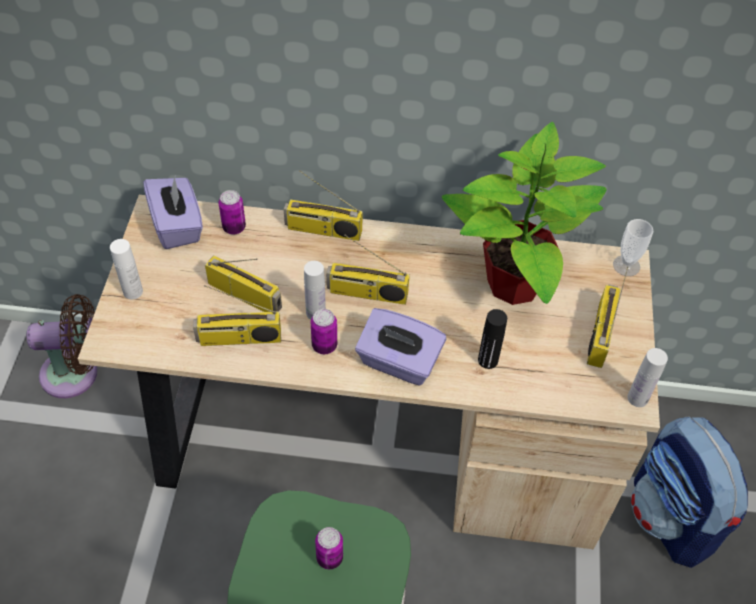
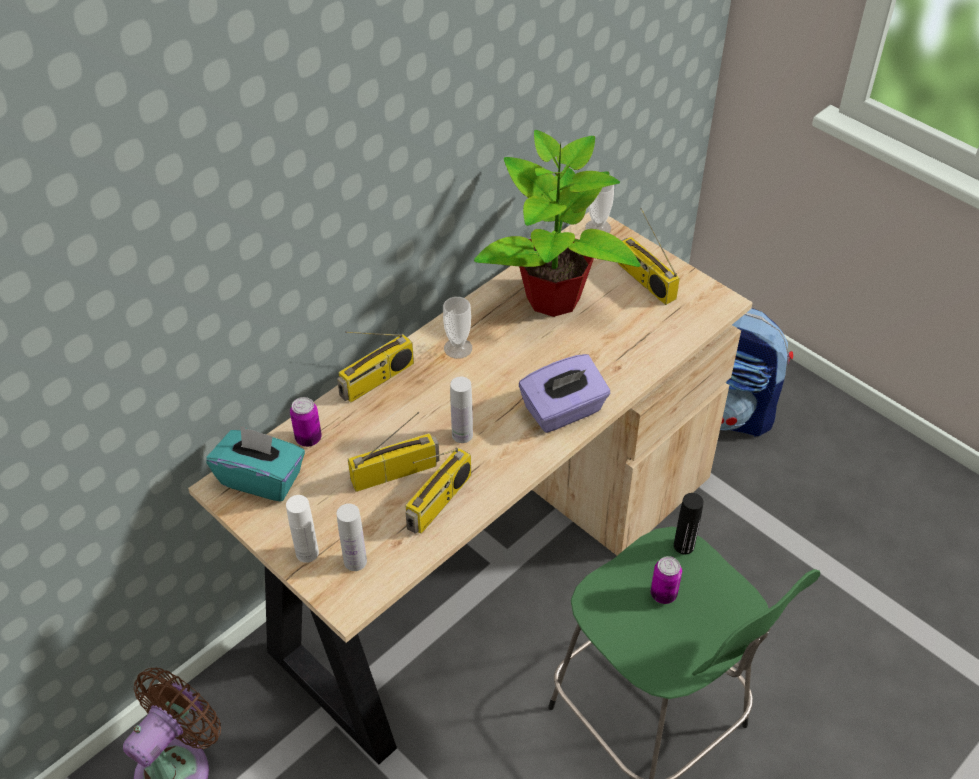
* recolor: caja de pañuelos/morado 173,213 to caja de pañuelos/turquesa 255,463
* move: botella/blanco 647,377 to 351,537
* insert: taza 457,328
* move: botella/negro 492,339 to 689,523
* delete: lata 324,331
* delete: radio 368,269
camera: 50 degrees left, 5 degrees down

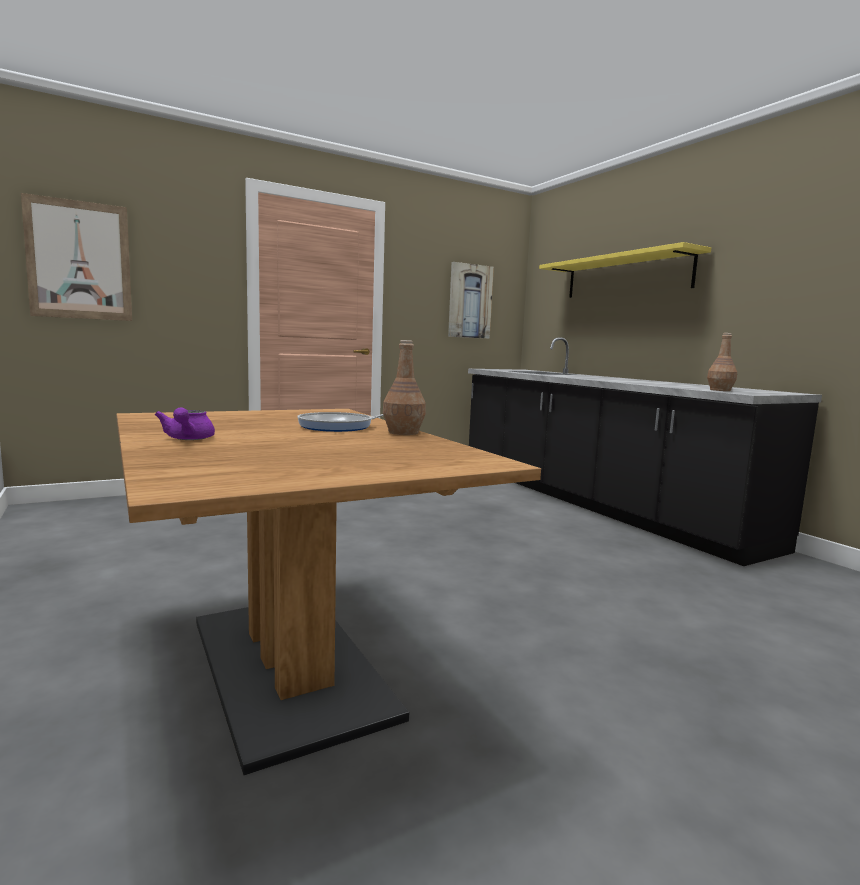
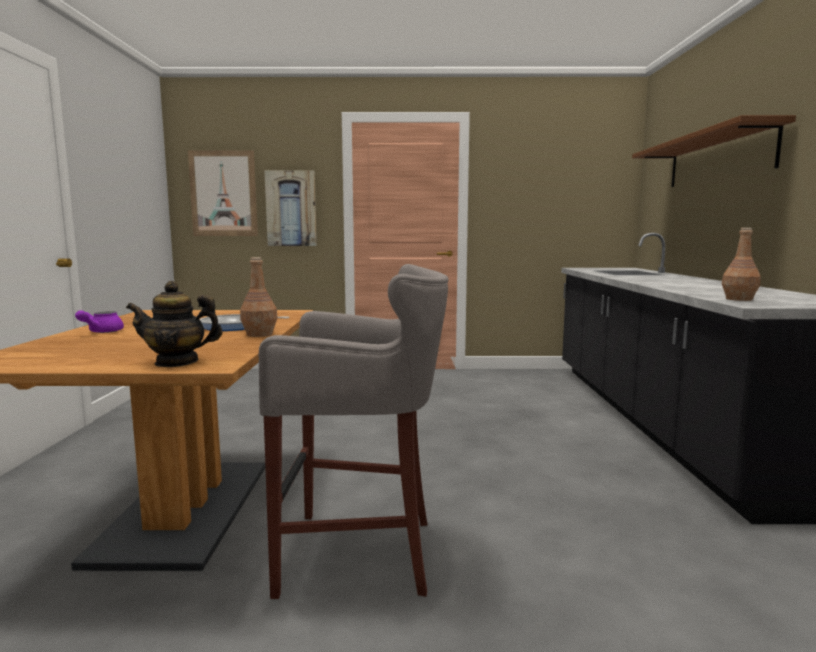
* insert: tetera 174,324
* insert: taburete/gris 354,431
* move: cuadro 471,300 to 290,208
* recolor: estante/amarillo 625,270 to estante/marrón 714,151
camera: 30 degrees right, 0 degrees up

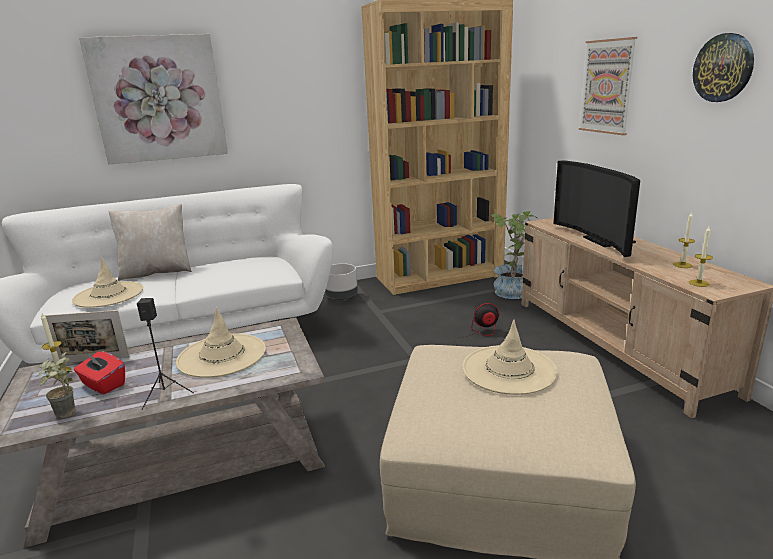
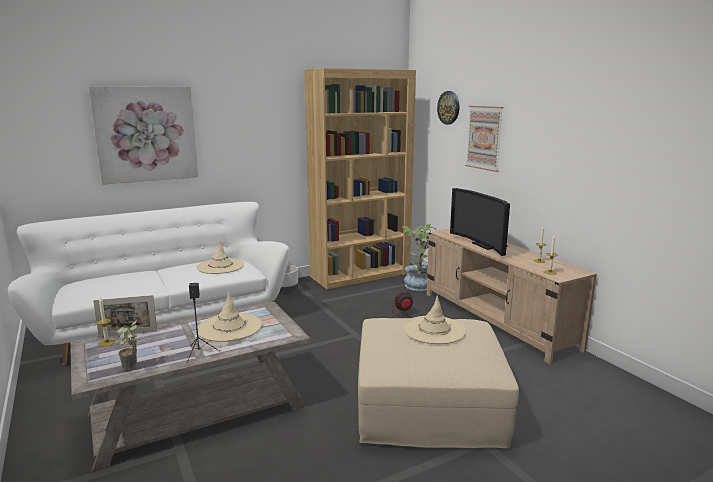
* move: sombrero/beis 107,282 to 220,256
* move: reloj de pared 723,67 to 448,108
* delete: caja de pañuelos/rojo 99,373
* delete: cojín/beis 150,242
camera: 10 degrees left, 5 degrees down

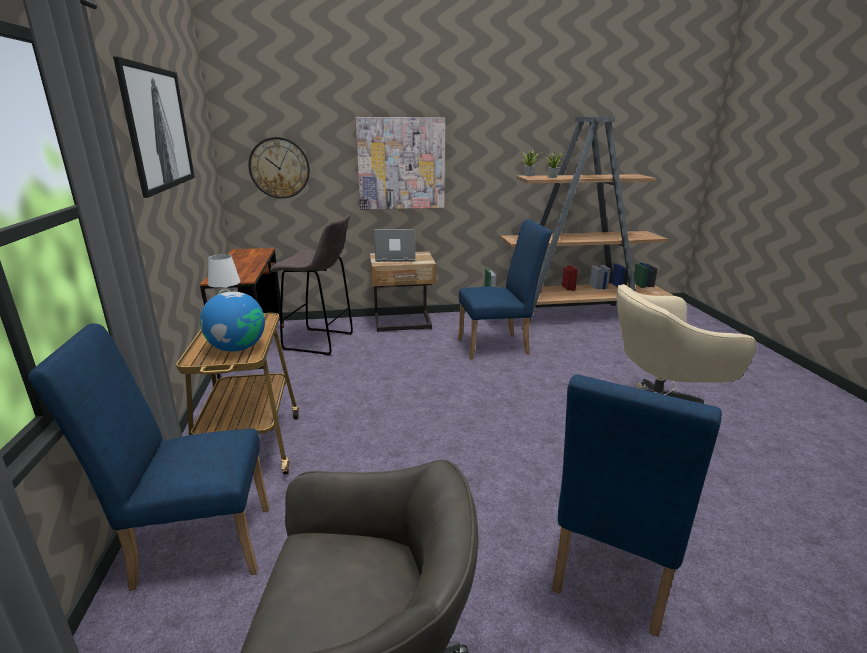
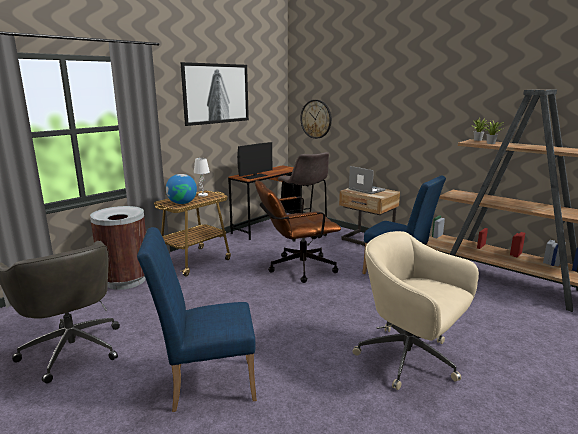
* replace: silla/azul 148,457 to papelera/marrón 118,248
* insert: monitor 254,160
* insert: silla de oficina/marrón 298,231
* delete: cuadro 400,163
camera: 50 degrees right, 5 degrees down

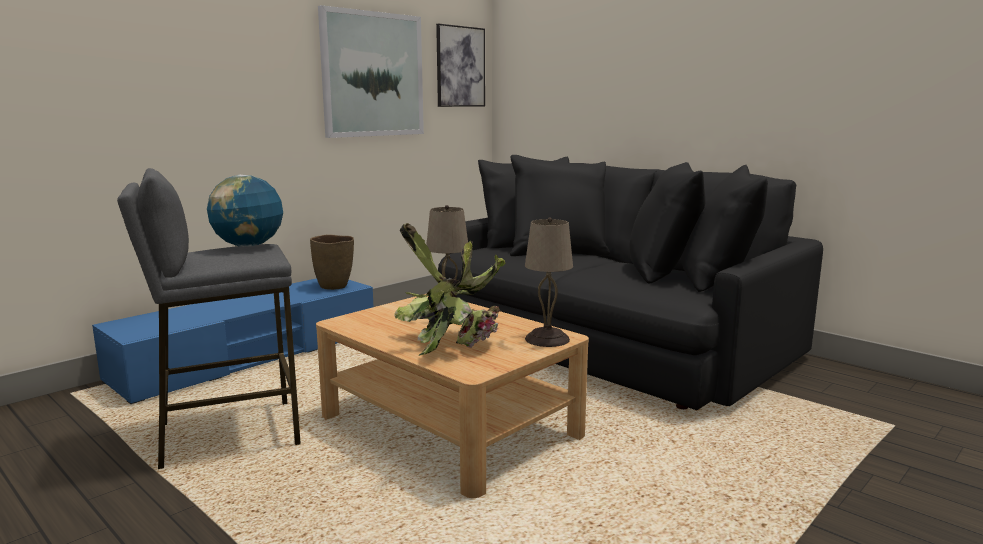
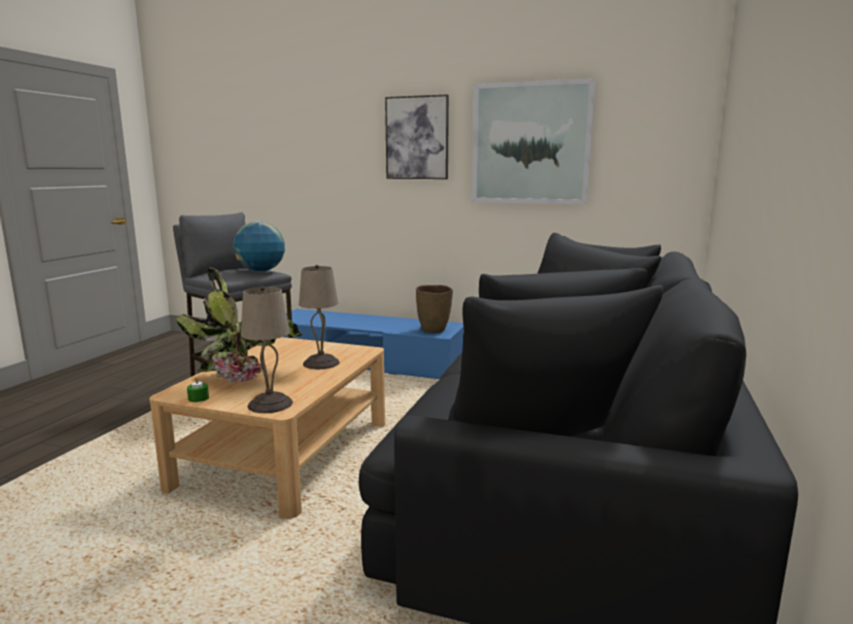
* insert: vela/verde 198,389
* move: cuadro 460,65 to 417,136
camera: 65 degrees right, 0 degrees up

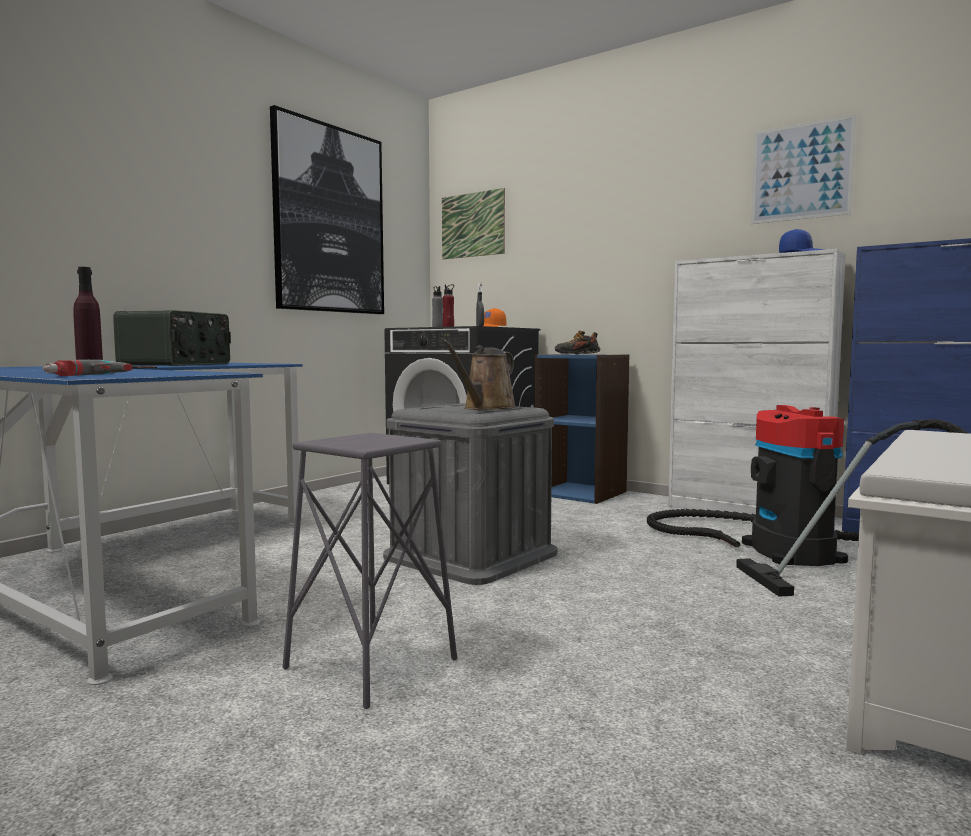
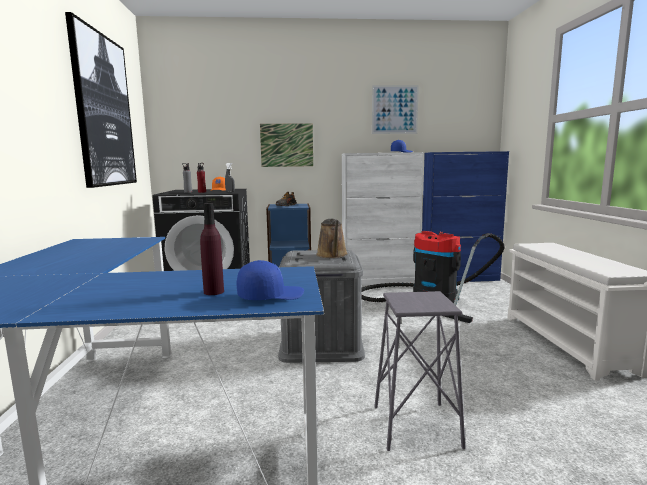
* replace: taladro 99,368 to gorra/azul 270,280
* move: cuadro 473,223 to 286,145
* delete: radio 172,338
camera: 40 degrees left, 5 degrees up

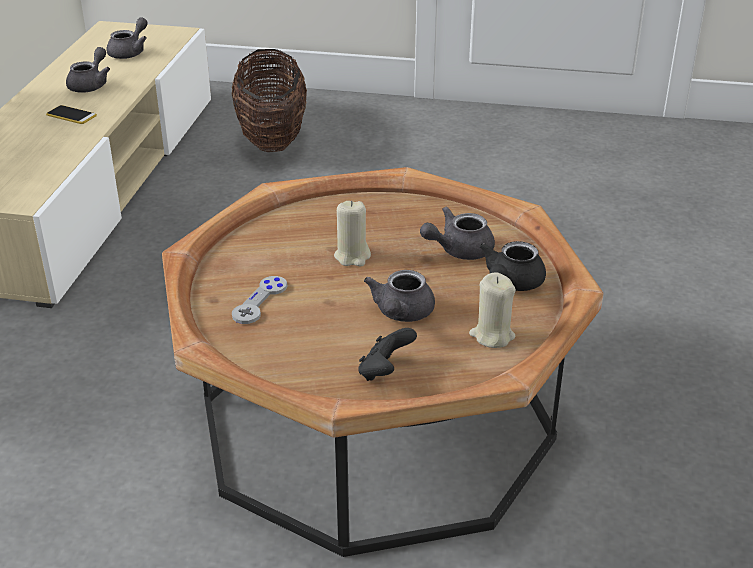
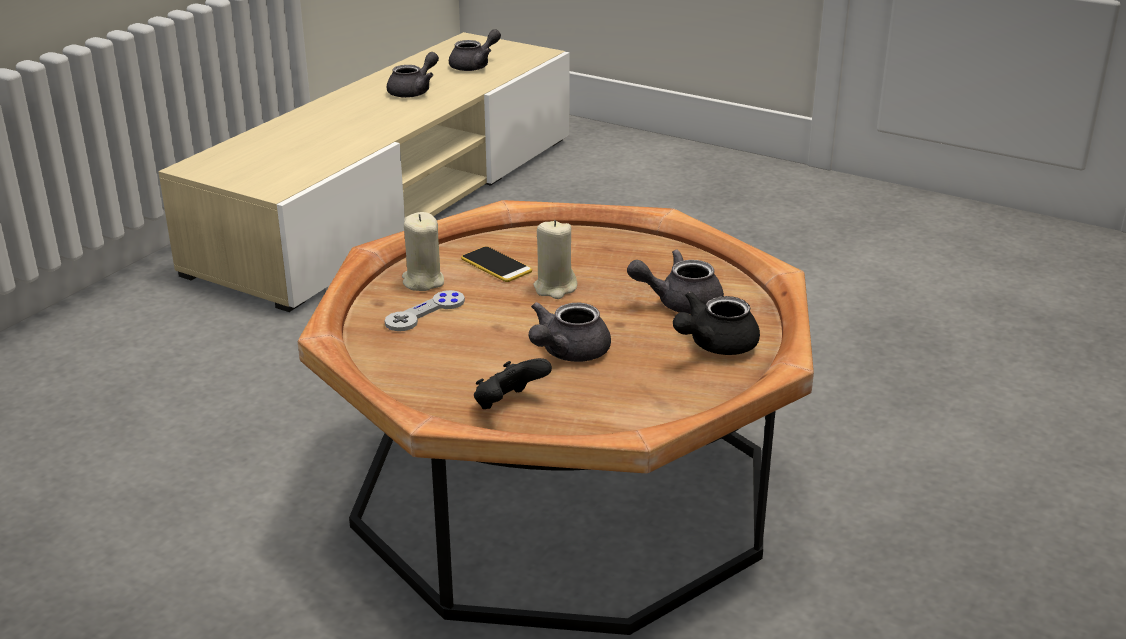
* move: vela/beis 492,310 to 423,251
* move: móvil 71,114 to 496,264
* delete: cesta 269,100
camera: 20 degrees right, 5 degrees down

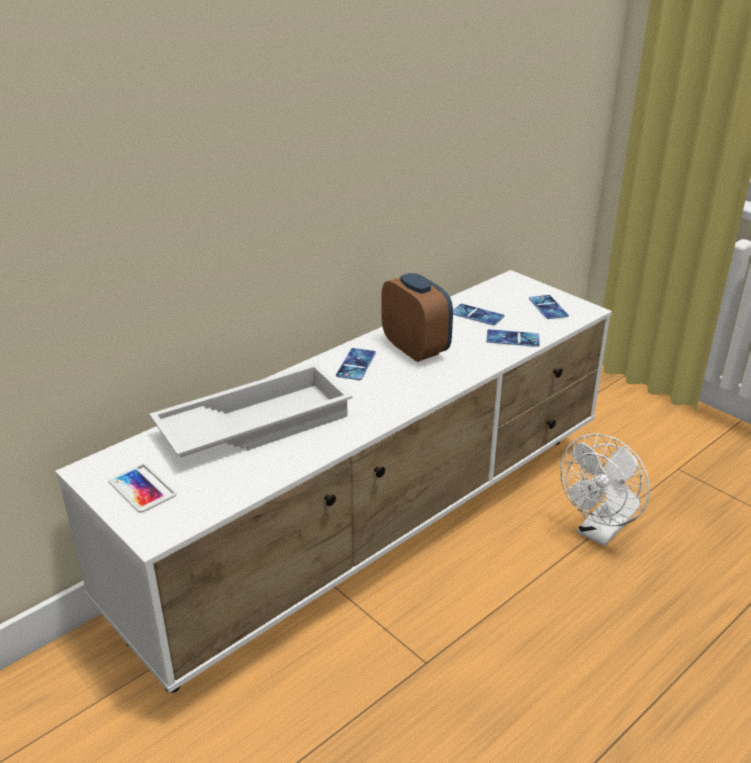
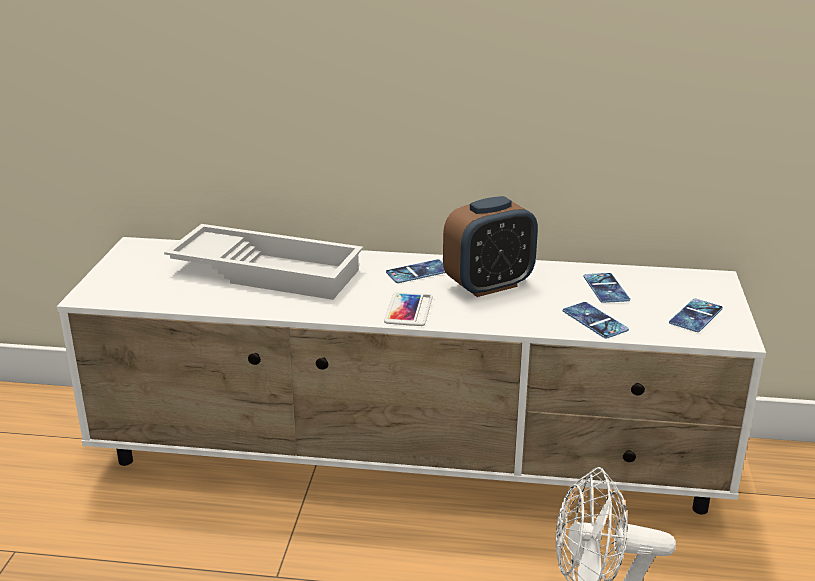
* move: móvil 142,488 to 408,309
* rotate: despertador 417,317 = 490,246 45 degrees clockwise
camera: 50 degrees right, 5 degrees down

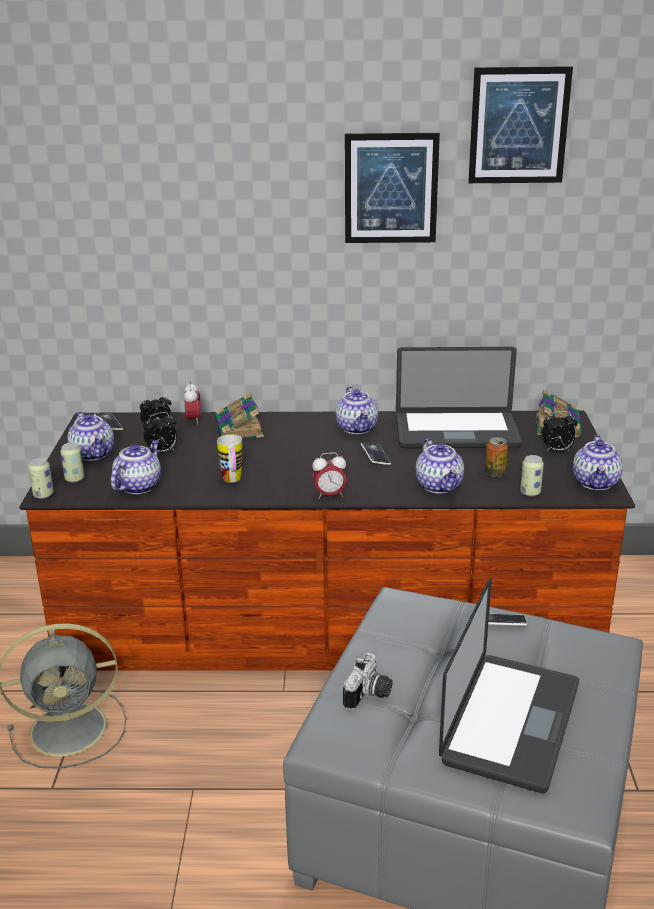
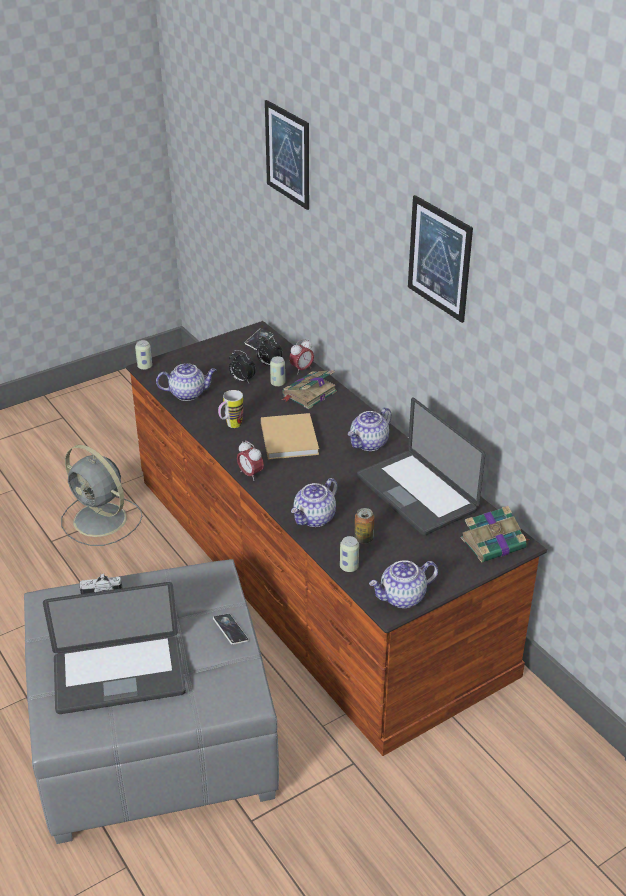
* insert: libro/beis 290,436
* move: cuadro 520,124 to 287,155
* move: lata 72,463 to 277,371
* delete: tetera 91,436
* delete: móvil 376,453
* delete: despertador 560,431
camera: 55 degrees right, 10 degrees up

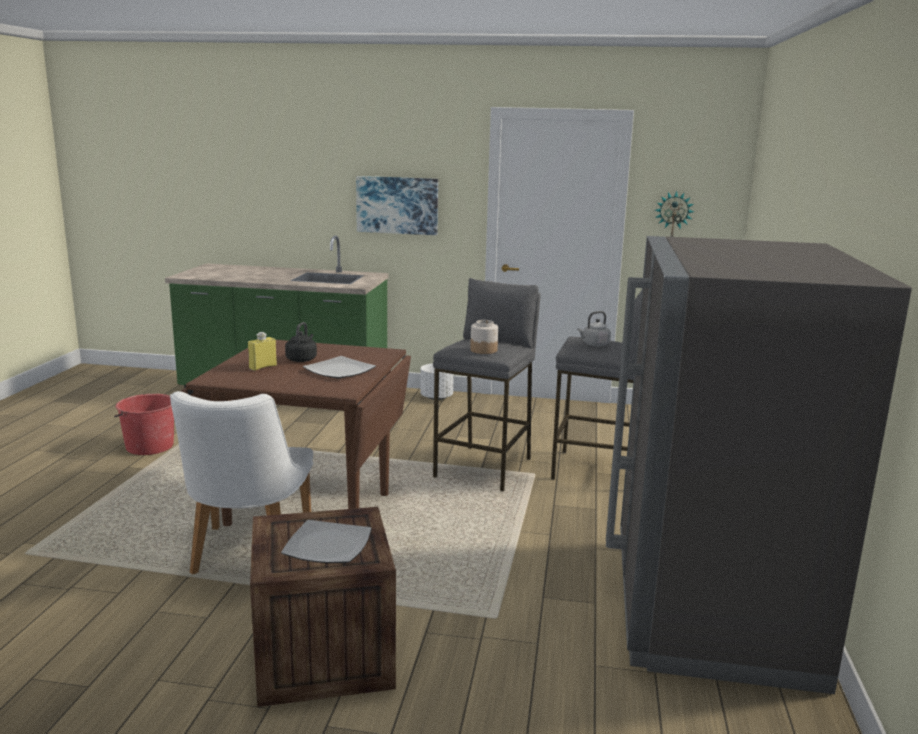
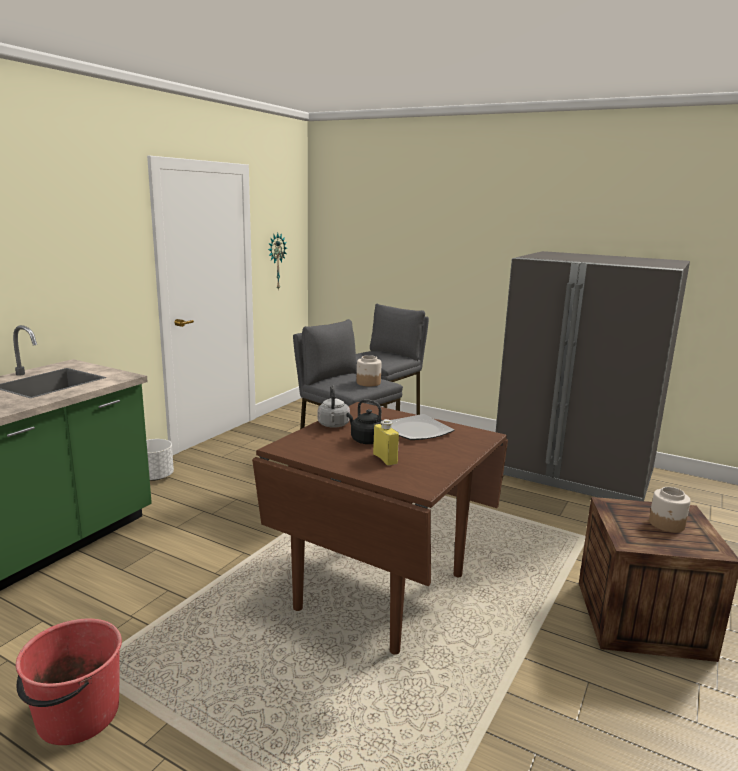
* move: hervidor/gris 594,329 to 333,406
* replace: plato 326,541 to tarro 670,509
* delete: silla/blanco 241,483
* delete: cuadro 397,205
camera: 70 degrees left, 0 degrees up

